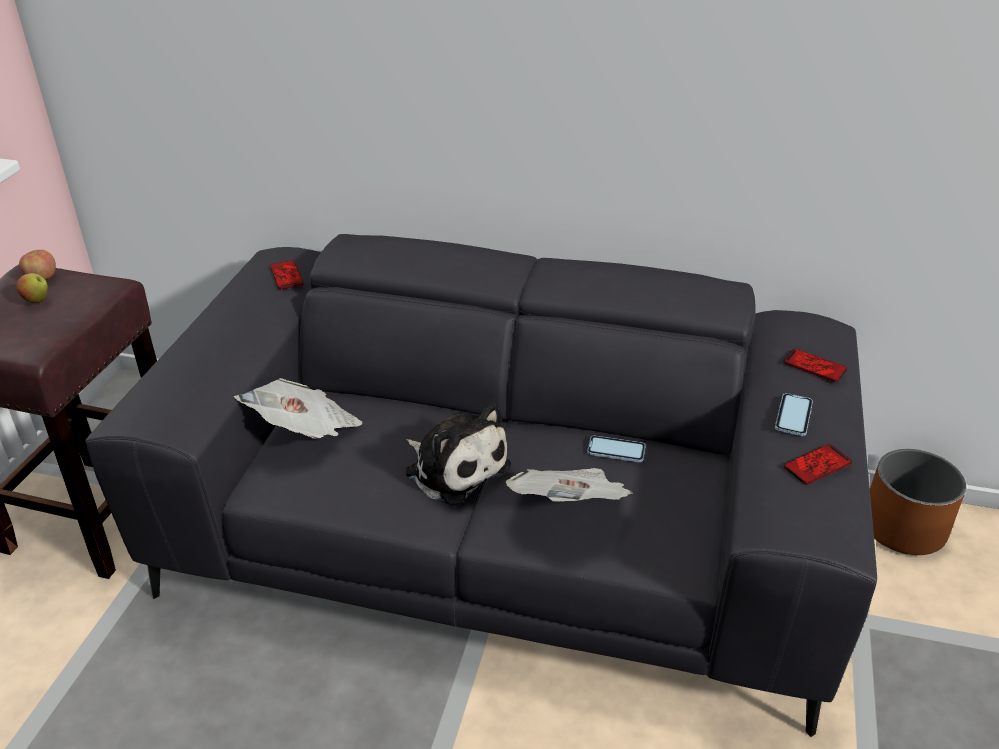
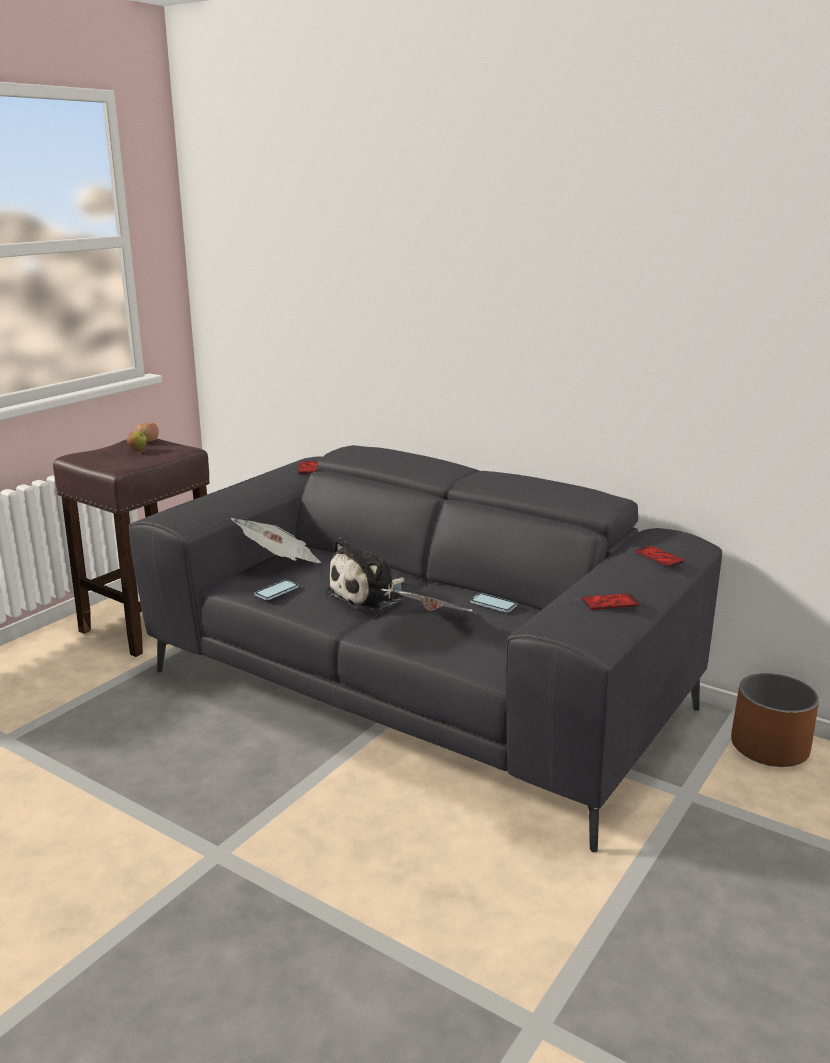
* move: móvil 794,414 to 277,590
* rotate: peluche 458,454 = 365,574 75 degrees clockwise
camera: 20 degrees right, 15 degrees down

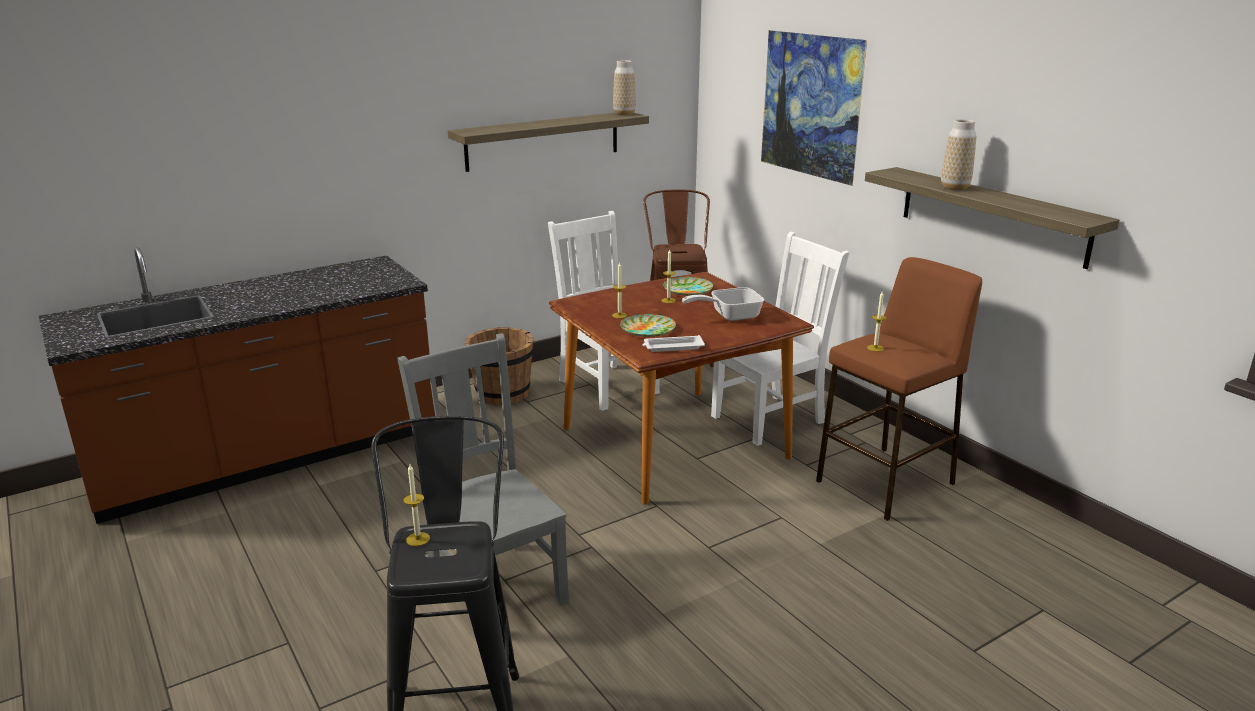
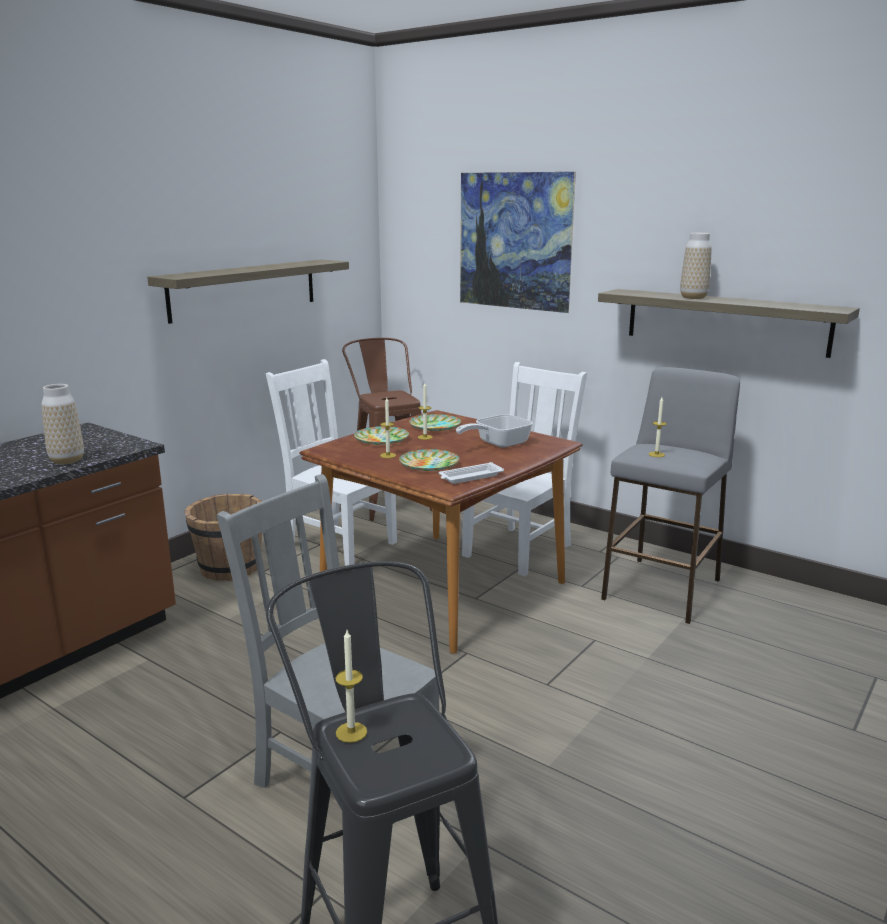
* move: florero 624,88 to 62,424
* insert: plato 381,435
* recolor: taburete/marrón 899,389 to taburete/gris 670,495
camera: 20 degrees left, 5 degrees down

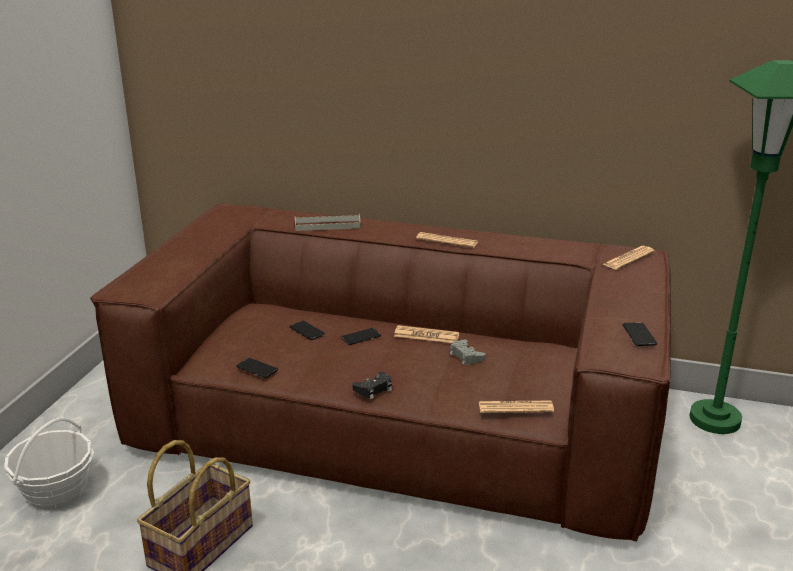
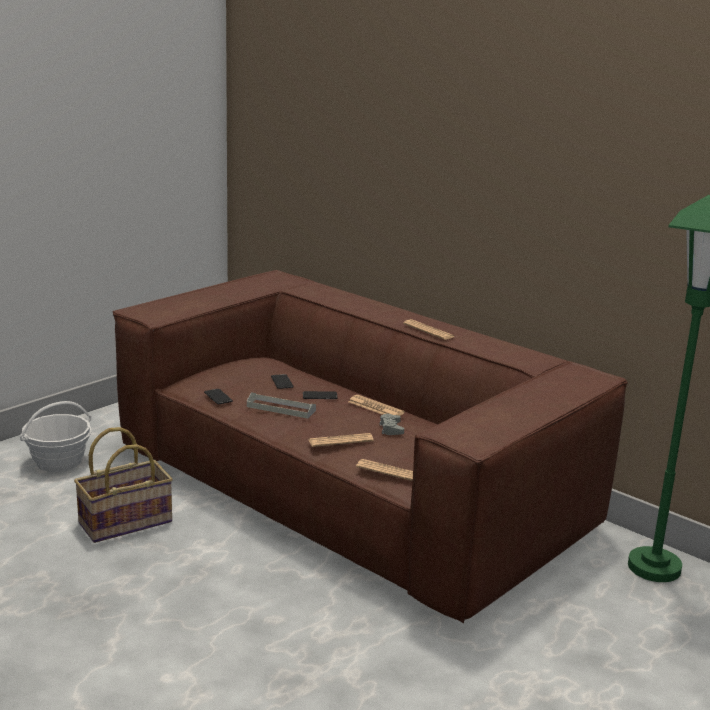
* move: bandeja/gris 328,222 to 281,405
* move: periódico 629,258 to 341,440
* delete: mando de consola/negro 372,385
* delete: móvil 639,334
camera: 25 degrees right, 5 degrees down

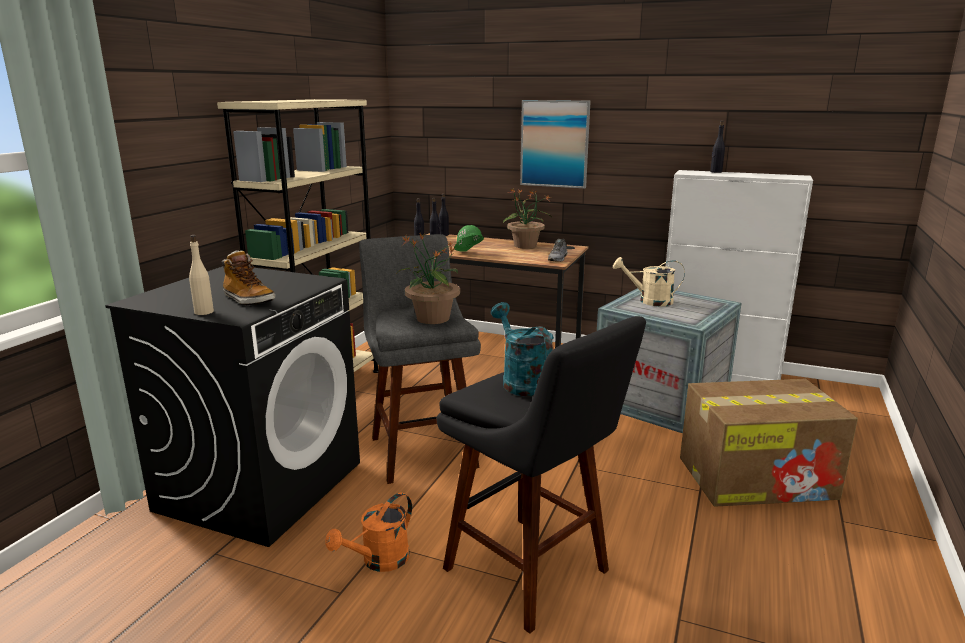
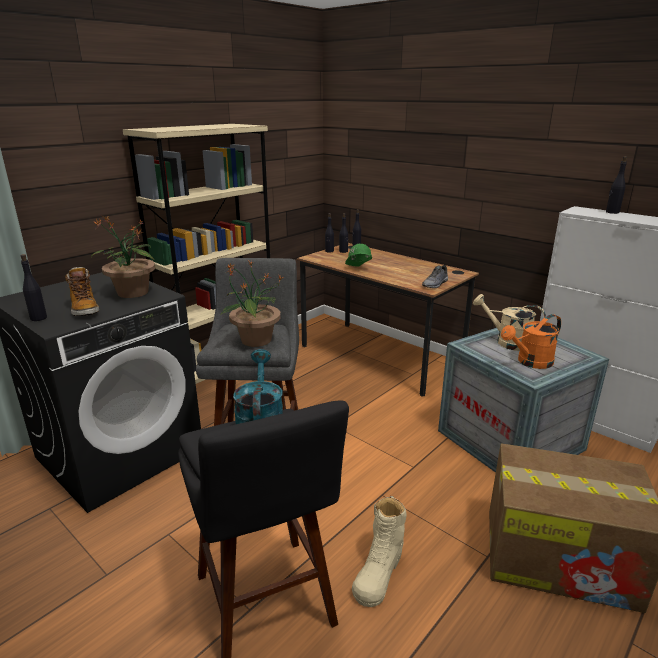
* recolor: botella/beis 201,275 to botella/negro 34,287
* move: planta en maceta 527,218 to 123,257
* insert: bota/beis 379,551
* move: regadera/naranja 368,532 to 531,341
* delete: cuadro 555,144
camera: 20 degrees right, 5 degrees up

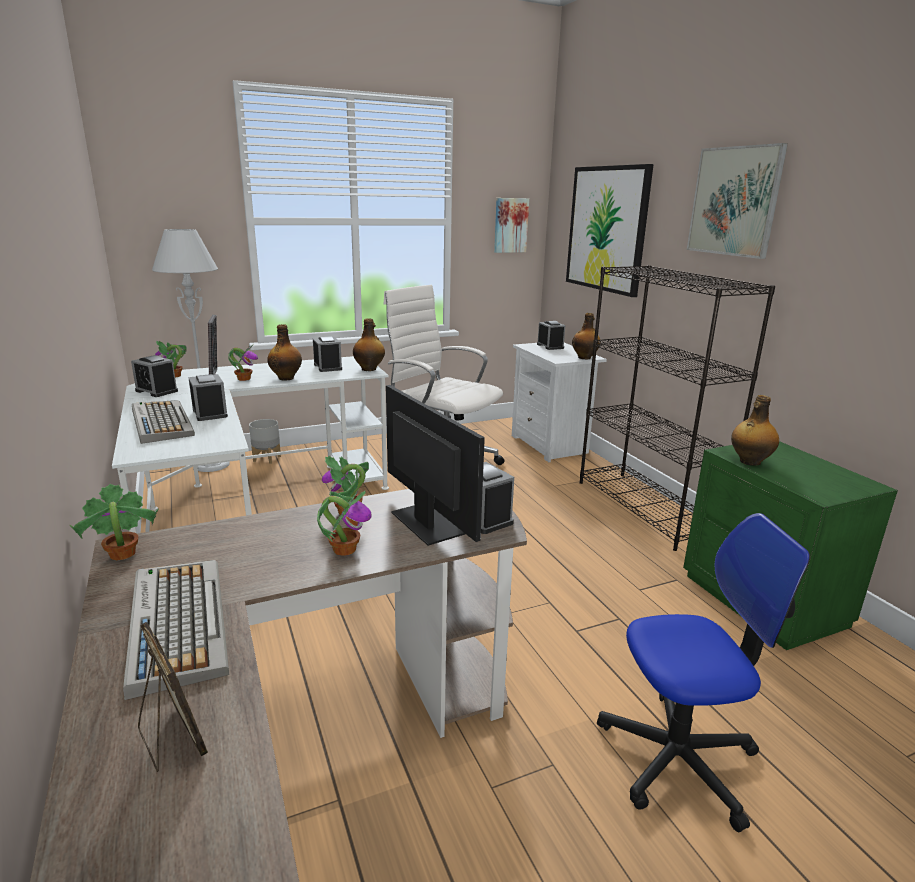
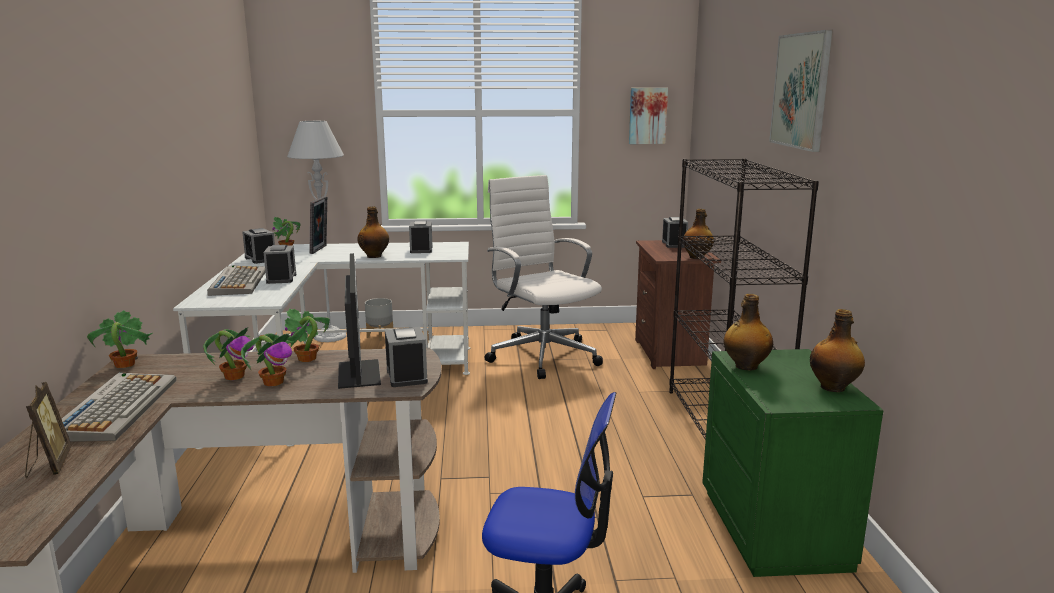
* move: planta en maceta 243,362 to 228,353
* recolor: mesita de noche/blanco 559,402 to mesita de noche/marrón 678,304
* move: botella 369,344 to 837,350
* delete: cuadro 610,230
camera: 20 degrees right, 5 degrees down

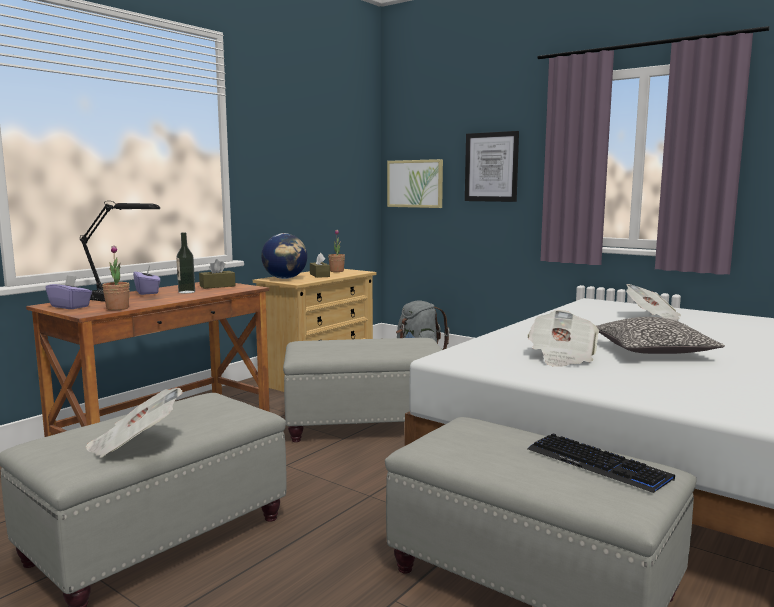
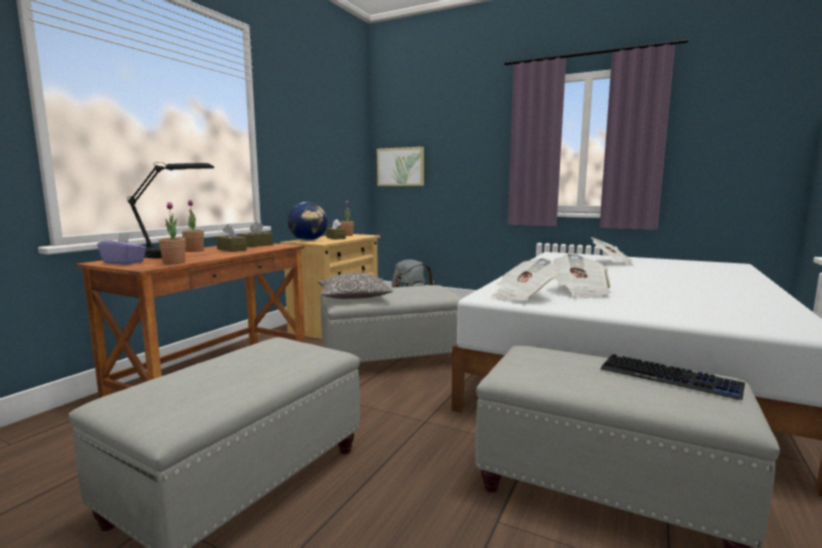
* replace: caja de pañuelos/morado 146,280 to planta en maceta 193,226
* replace: botella 185,262 to caja de pañuelos/marrón 231,238
* move: cojín 660,335 to 355,286
* move: periódico 134,423 to 525,279
* delete: cuadro 492,166
camera: 10 degrees left, 0 degrees up

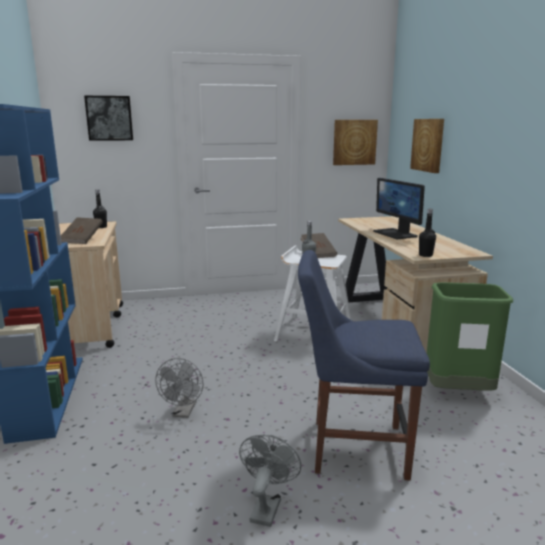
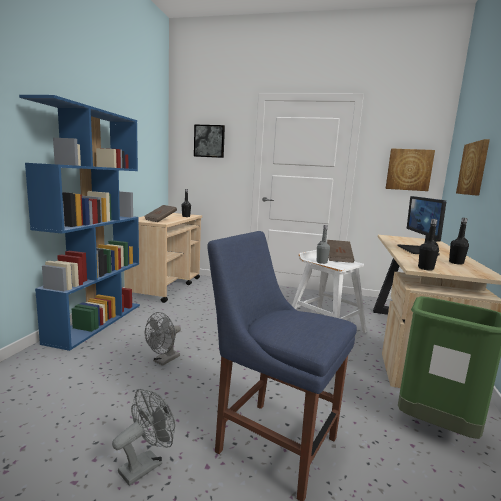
* insert: botella/negro 459,241
camera: 25 degrees right, 5 degrees down

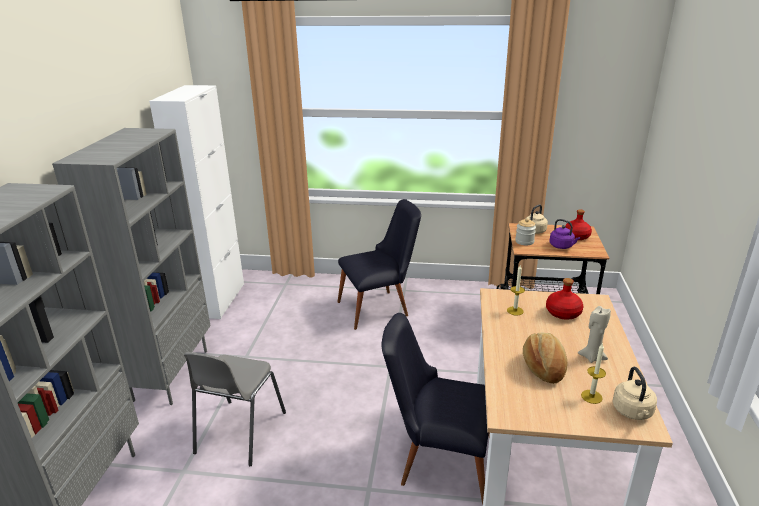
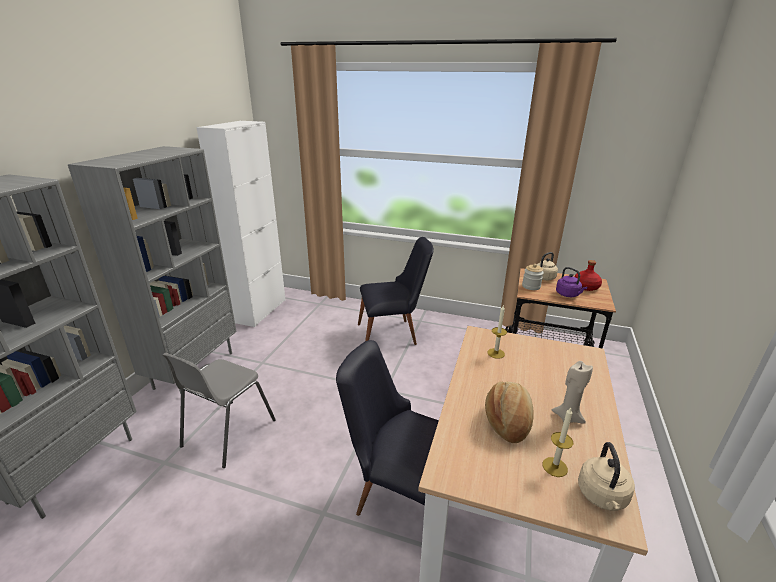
* delete: botella/rojo 564,299
camera: 10 degrees right, 0 degrees up

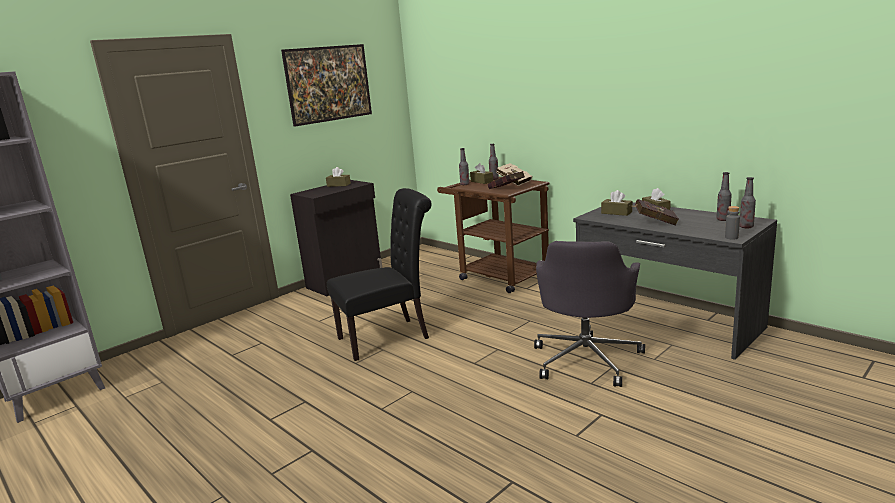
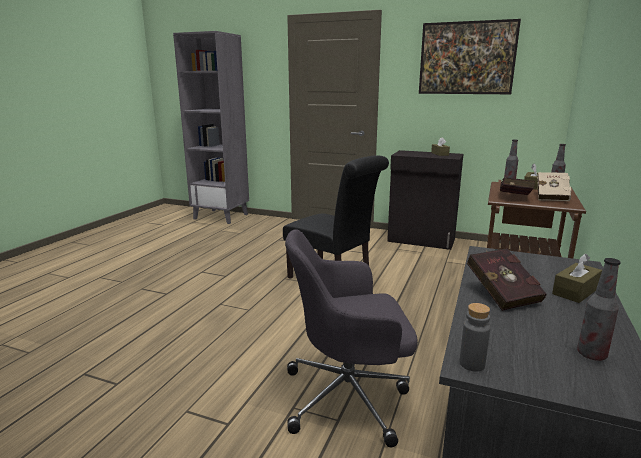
* delete: caja de pañuelos/marrón 616,203
* delete: botella 747,202
camera: 65 degrees right, 0 degrees up

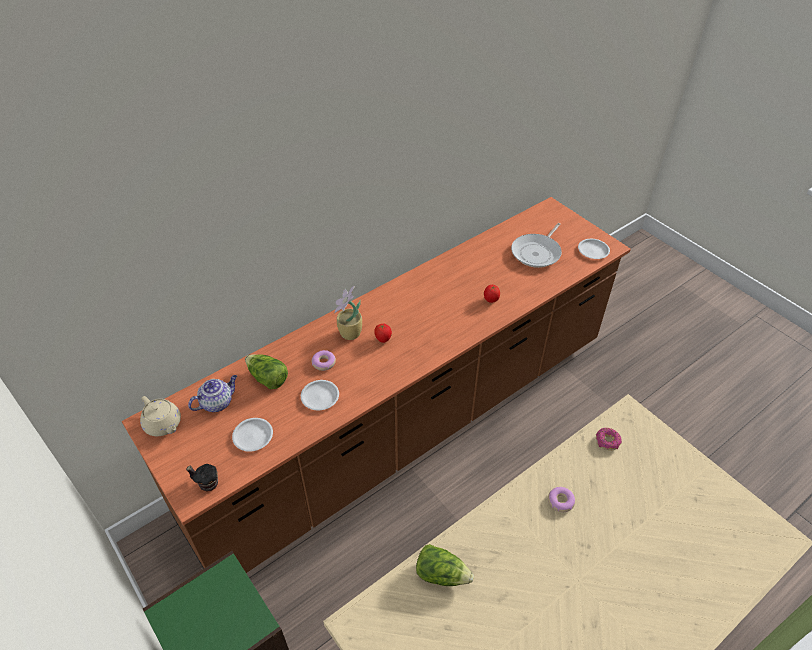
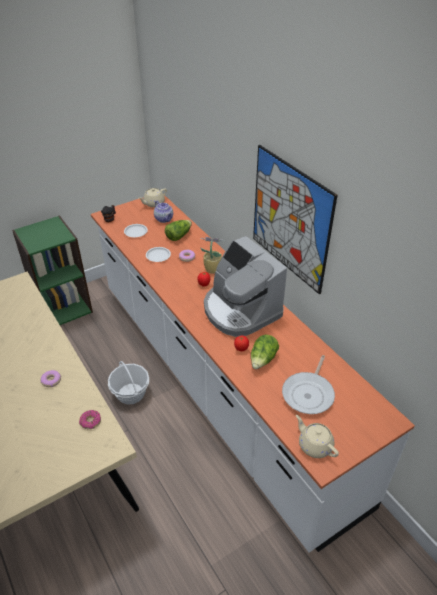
* recolor: mueble bajo de cocina/marrón 376,385 to mueble bajo de cocina/blanco 253,374
* insert: cesta 128,382
* insert: cafetera 245,286
* move: lechuga 445,565 to 265,352
* insert: cuadro 295,219
* rotate: sartén 536,245 = 308,384 105 degrees counterclockwise
* replace: plato/blanco 594,249 to tetera/beis 317,436
camera: 95 degrees right, 5 degrees down

